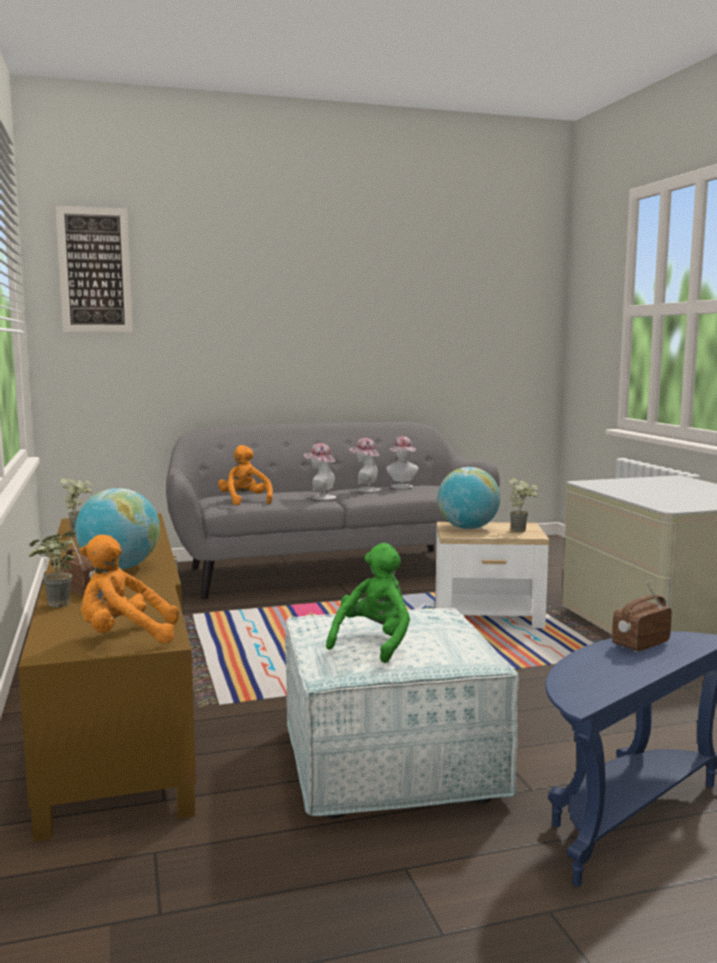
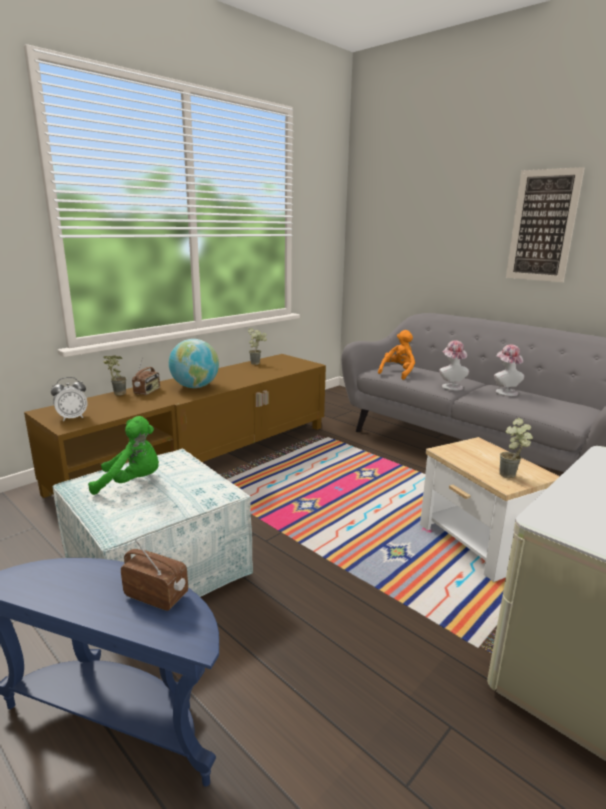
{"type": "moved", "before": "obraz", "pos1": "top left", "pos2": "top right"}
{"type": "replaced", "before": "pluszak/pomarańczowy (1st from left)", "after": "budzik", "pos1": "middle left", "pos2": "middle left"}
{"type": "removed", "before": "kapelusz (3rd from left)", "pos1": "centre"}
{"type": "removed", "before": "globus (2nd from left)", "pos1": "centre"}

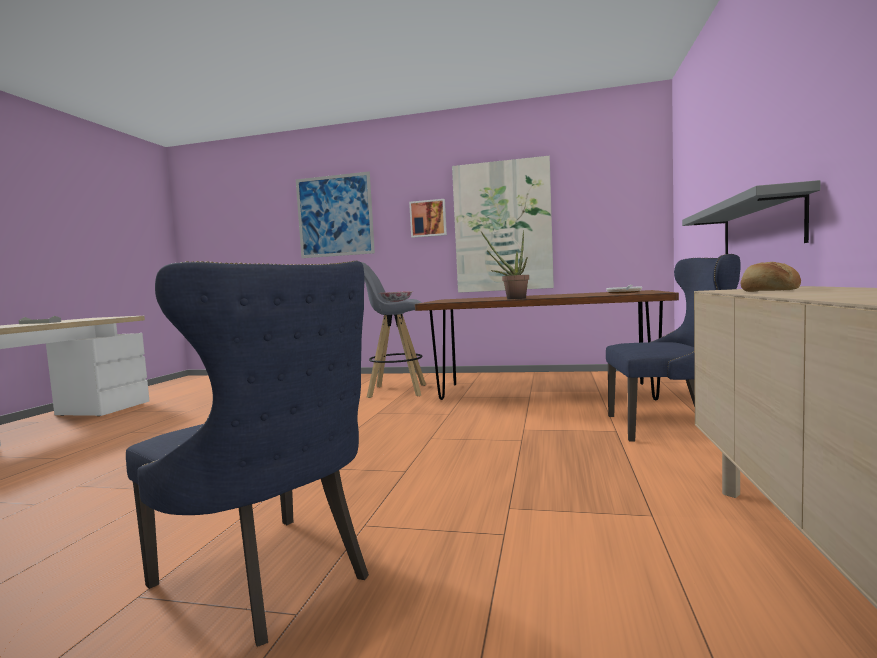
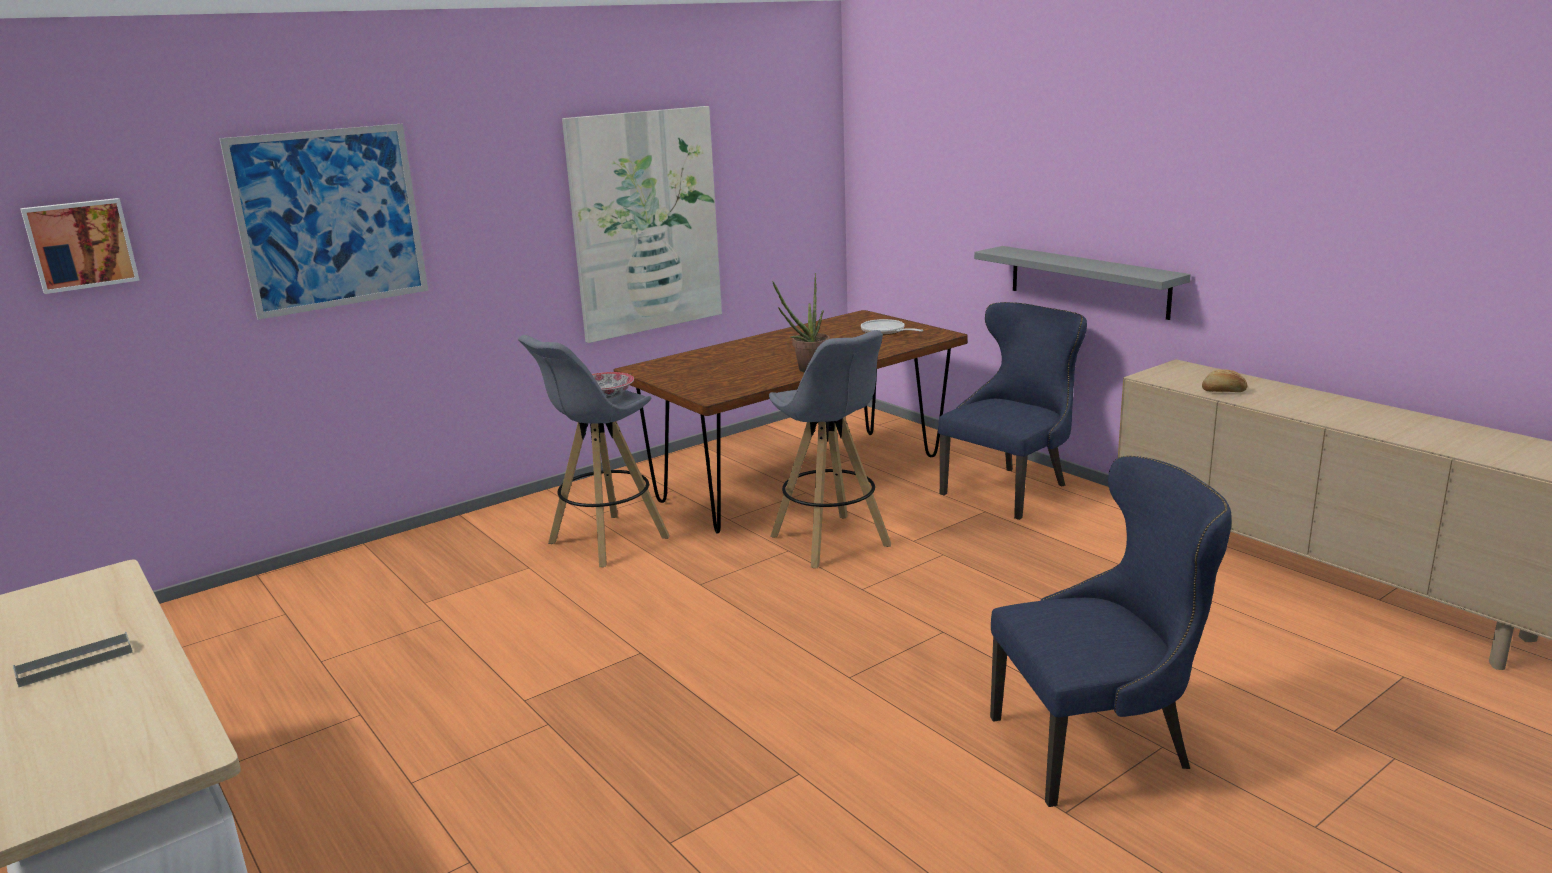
{"type": "moved", "before": "obraz (2nd from left in the first image)", "after": "obraz (1st from left)", "pos1": "top centre", "pos2": "top left"}
{"type": "added", "after": "stołek/szary (2nd from left)", "pos2": "centre"}

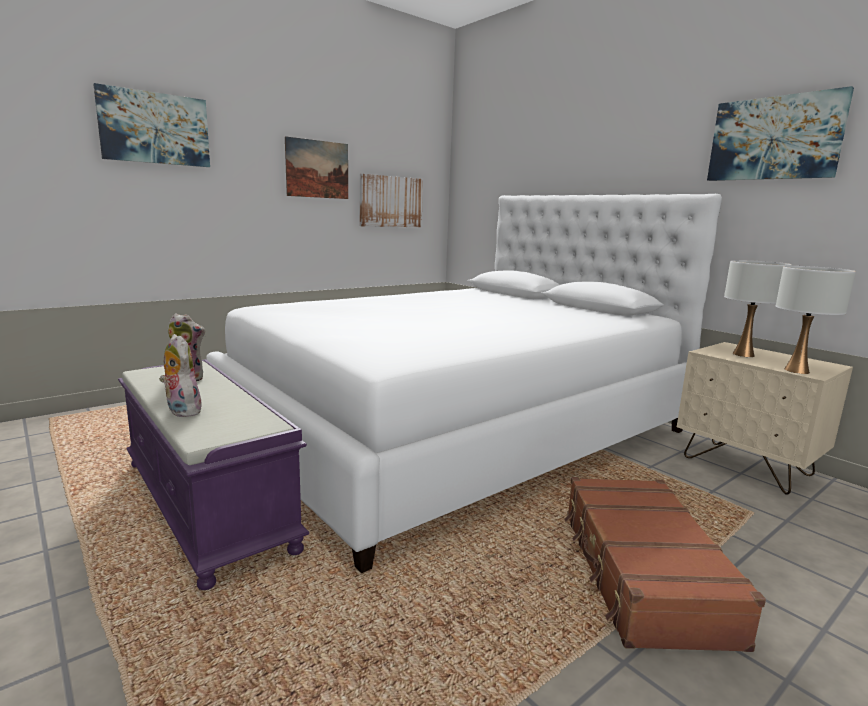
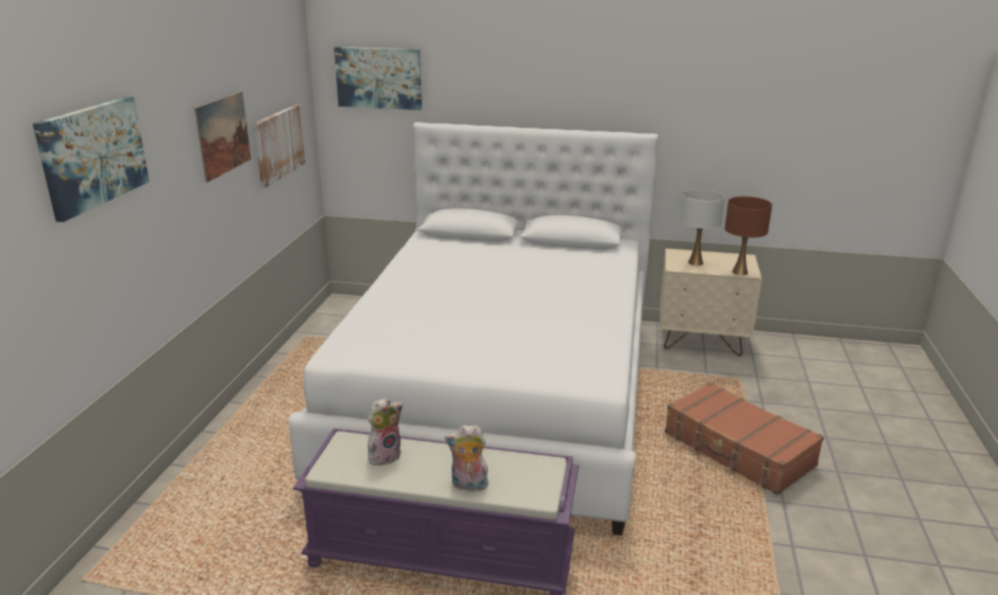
{"type": "moved", "before": "obraz (4th from left)", "pos1": "top right", "pos2": "top centre"}
{"type": "recoloured", "before": "lampa stołowa/biały (2nd from left)", "after": "lampa stołowa/brązowy", "pos1": "middle right", "pos2": "middle right"}

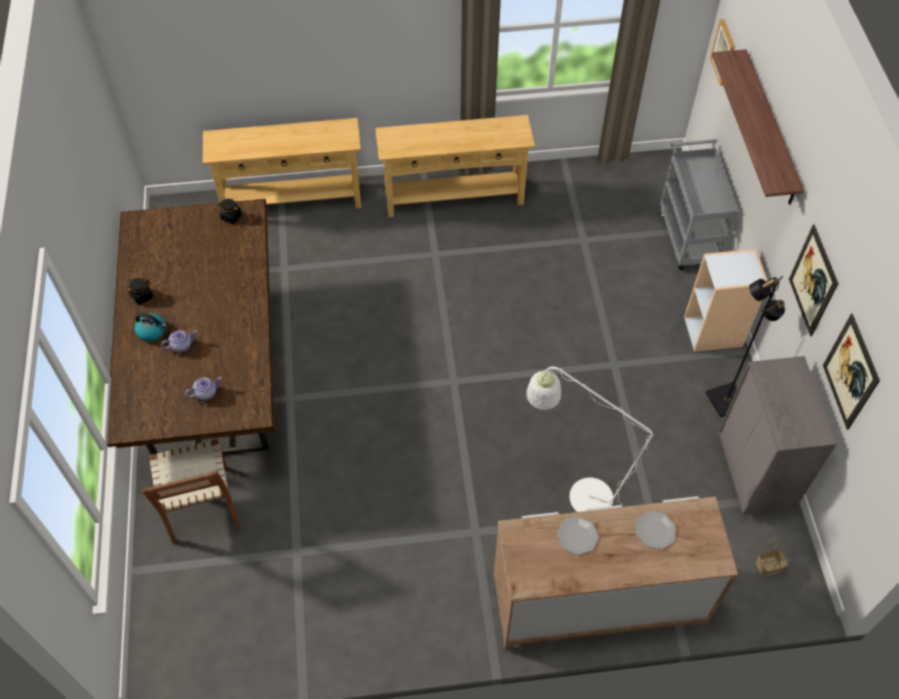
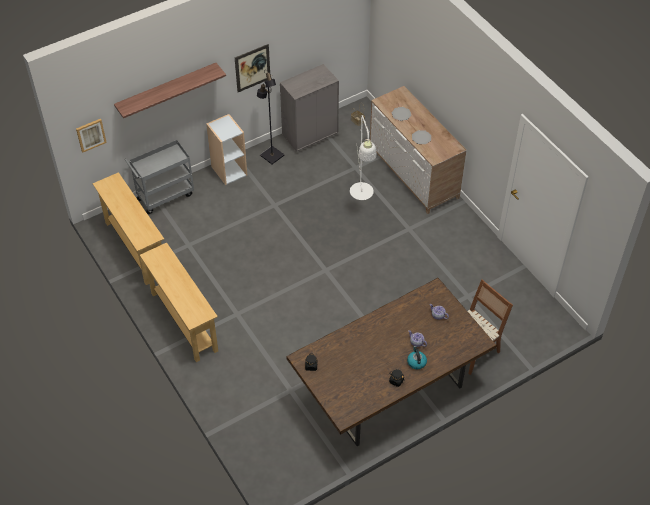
{"type": "moved", "before": "stolik konsolowy/beżowy (1st from left)", "pos1": "top left", "pos2": "middle left"}
{"type": "removed", "before": "obraz (3rd from left)", "pos1": "middle right"}

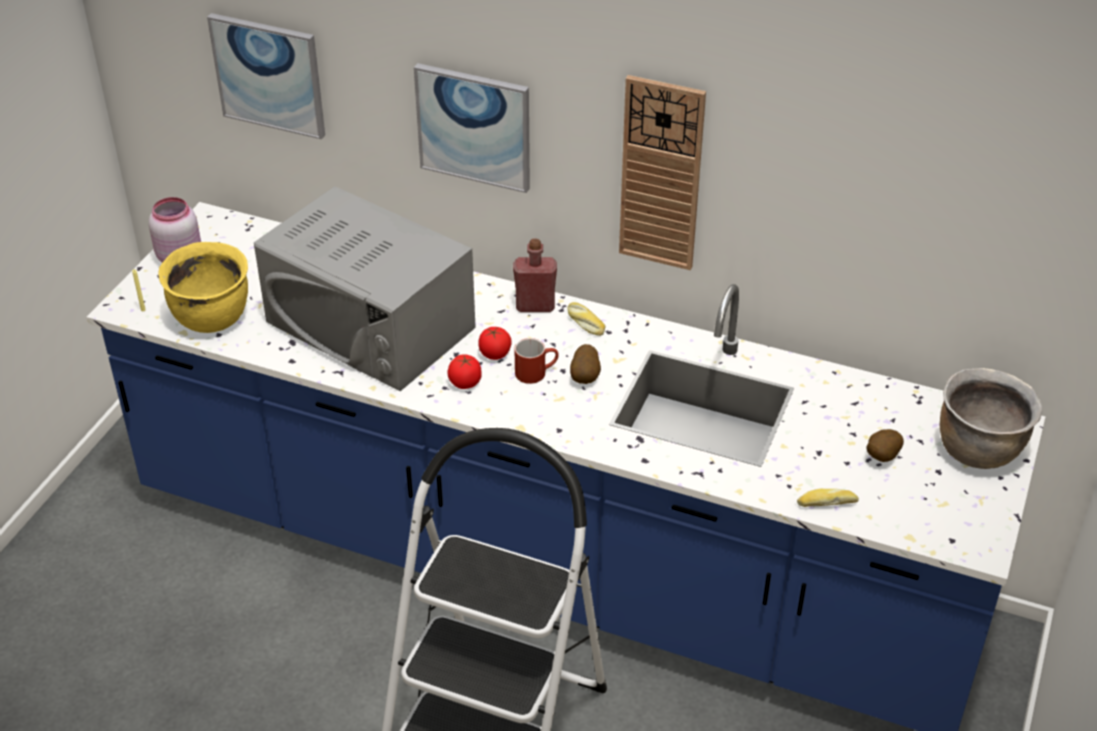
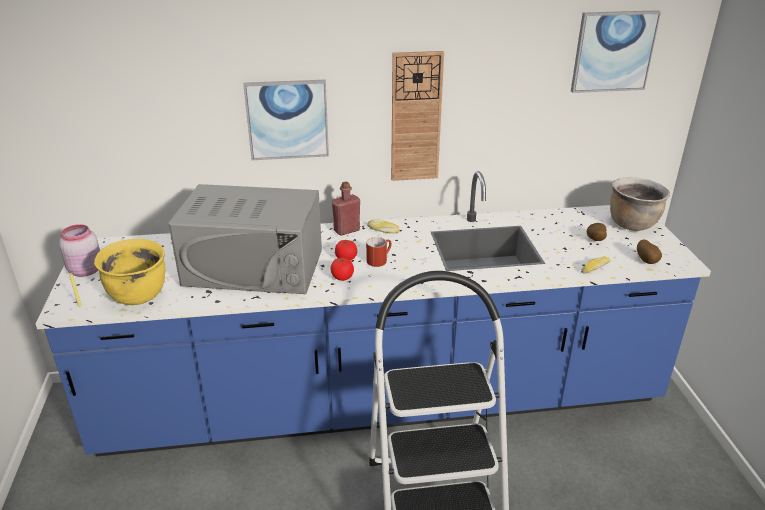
{"type": "moved", "before": "obraz (1st from left in the first image)", "after": "obraz (2nd from left)", "pos1": "top left", "pos2": "top right"}
{"type": "moved", "before": "ziemniak (1st from left in the first image)", "after": "ziemniak (2nd from left)", "pos1": "centre", "pos2": "middle right"}

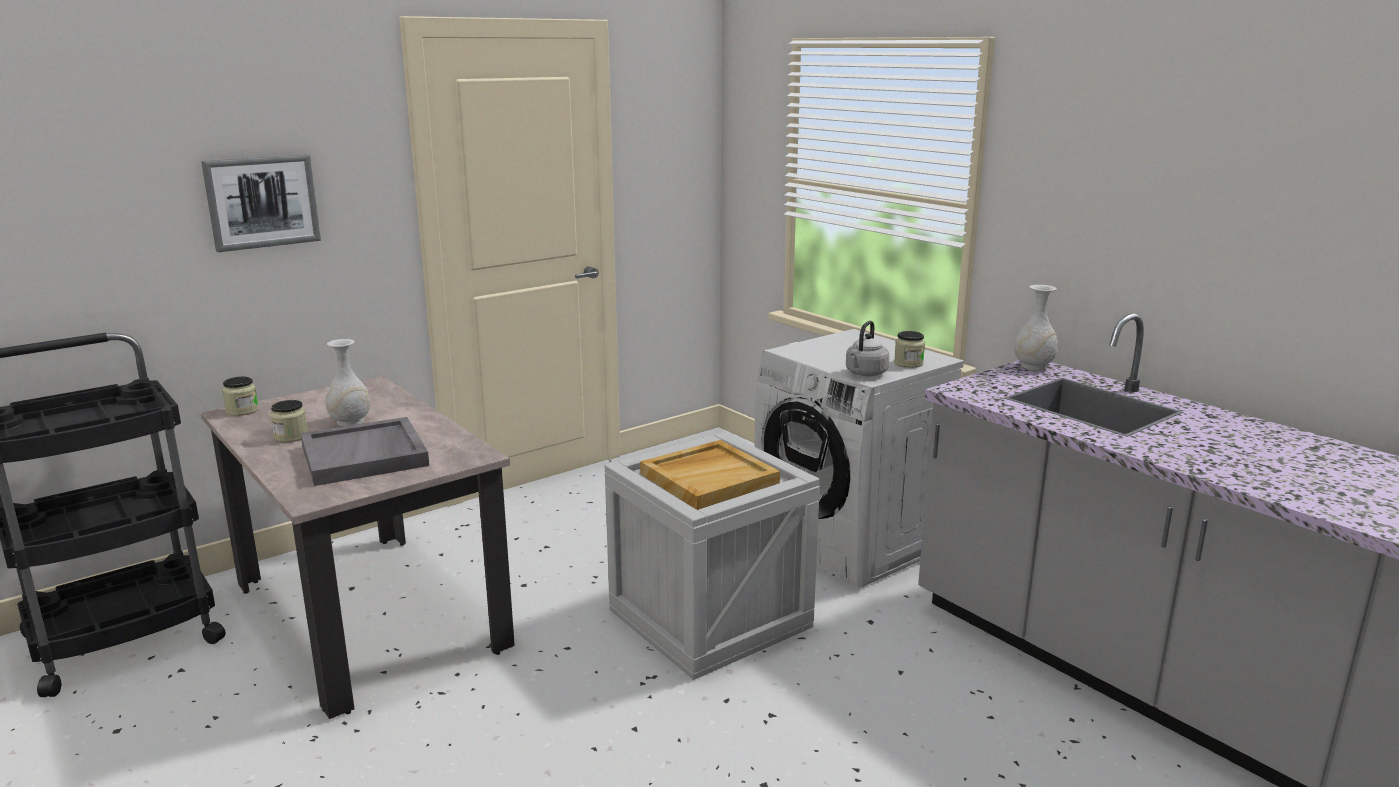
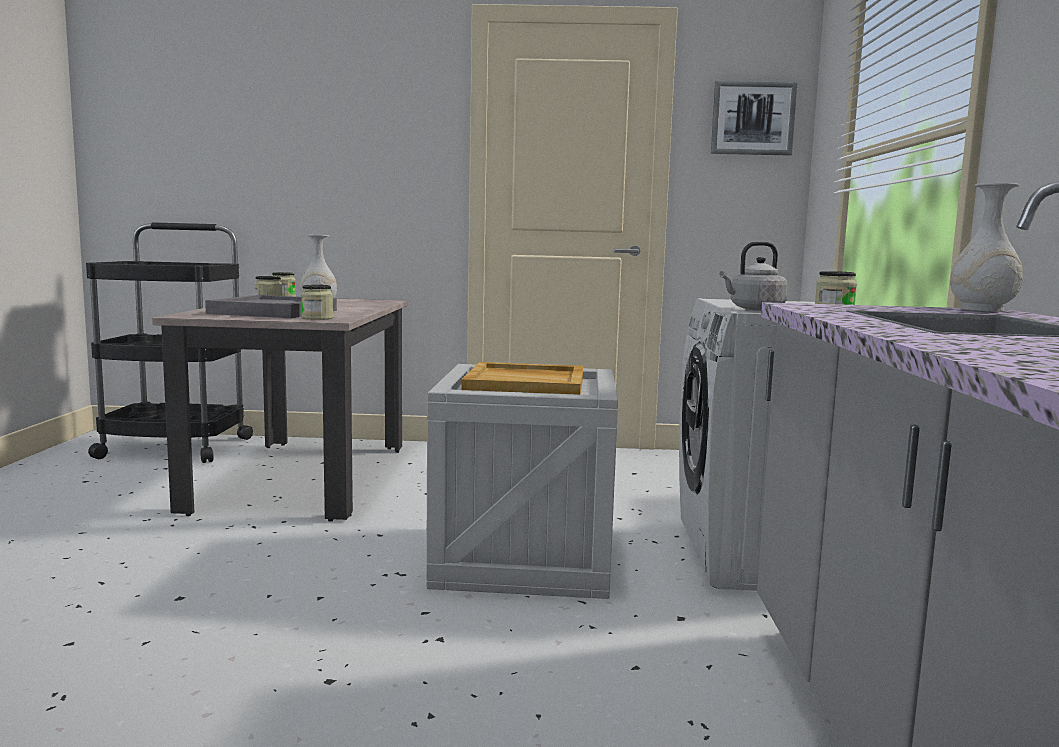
{"type": "moved", "before": "obraz", "pos1": "top left", "pos2": "top right"}
{"type": "added", "after": "słoik (3rd from left)", "pos2": "middle left"}

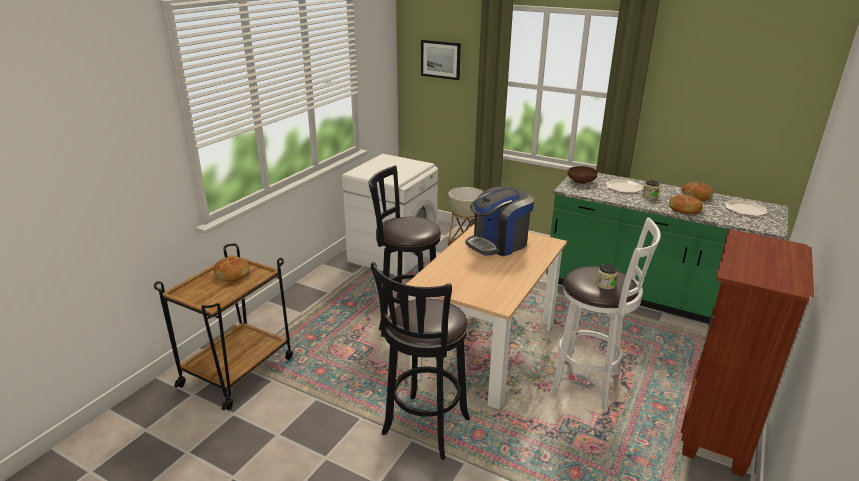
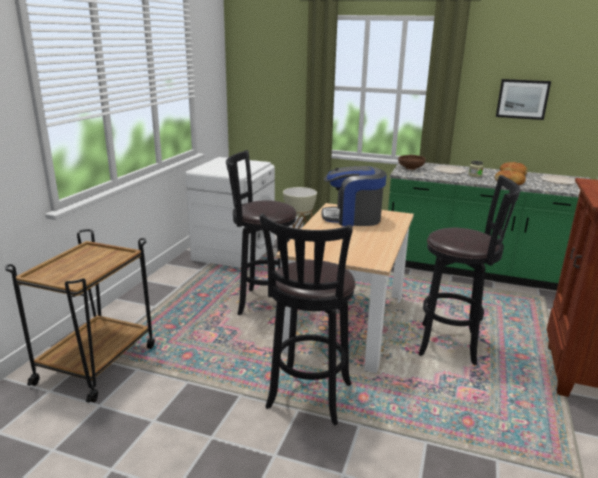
{"type": "removed", "before": "chleb (1st from left)", "pos1": "middle left"}
{"type": "moved", "before": "obraz", "pos1": "top centre", "pos2": "top right"}
{"type": "turned", "before": "ekspres do kawy", "pos1": "centre", "pos2": "centre", "turn": 45}
{"type": "recoloured", "before": "stołek/biały", "after": "stołek/czarny (3rd from left)", "pos1": "middle right", "pos2": "middle right"}
{"type": "removed", "before": "słoik (1st from left)", "pos1": "middle right"}

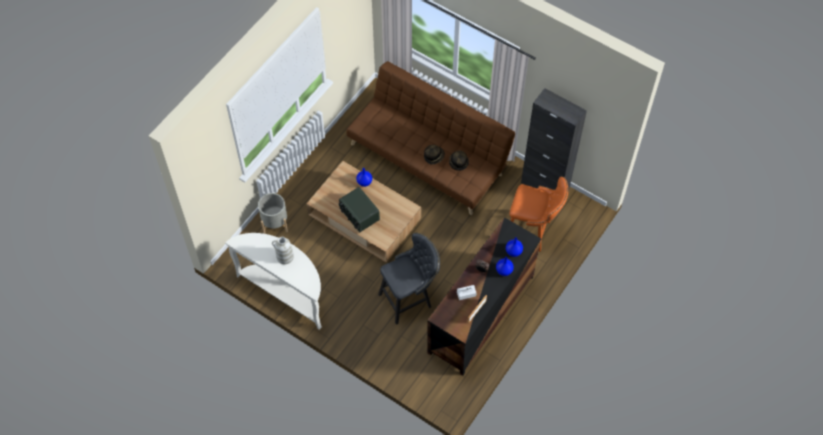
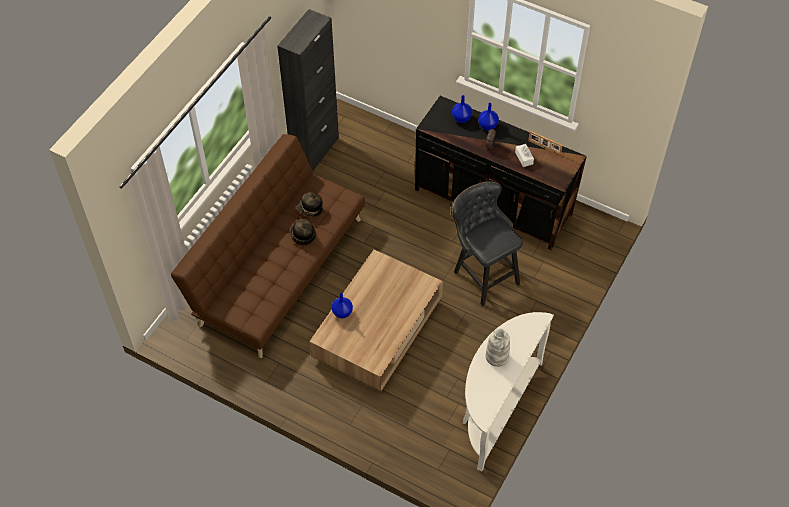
{"type": "removed", "before": "donica/szary", "pos1": "middle left"}
{"type": "removed", "before": "radio", "pos1": "centre"}
{"type": "removed", "before": "stołek/pomarańczowy", "pos1": "centre"}

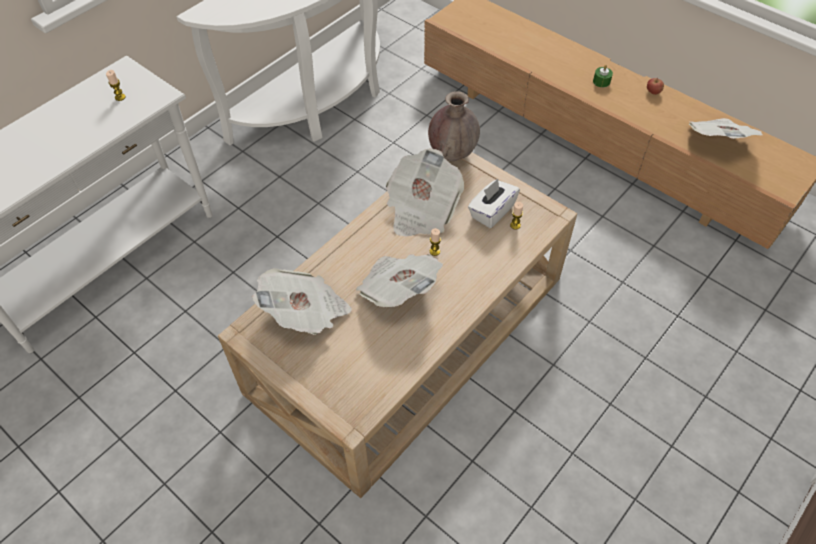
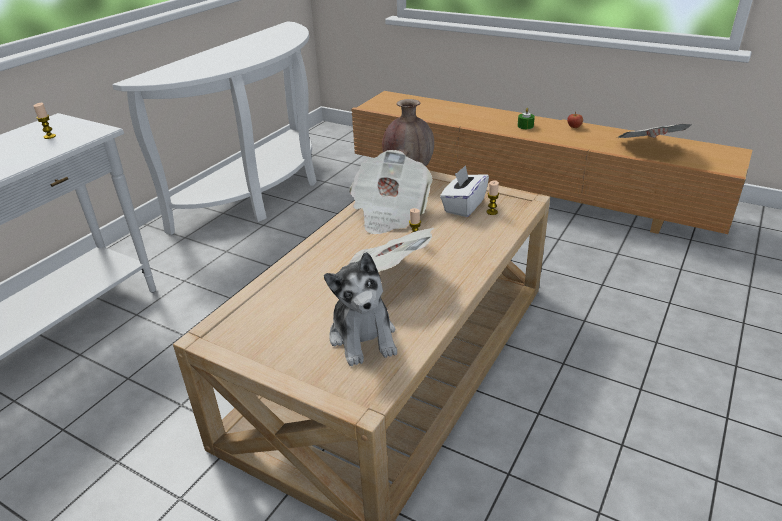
{"type": "removed", "before": "gazeta (1st from left)", "pos1": "centre"}
{"type": "added", "after": "pluszak", "pos2": "centre"}

